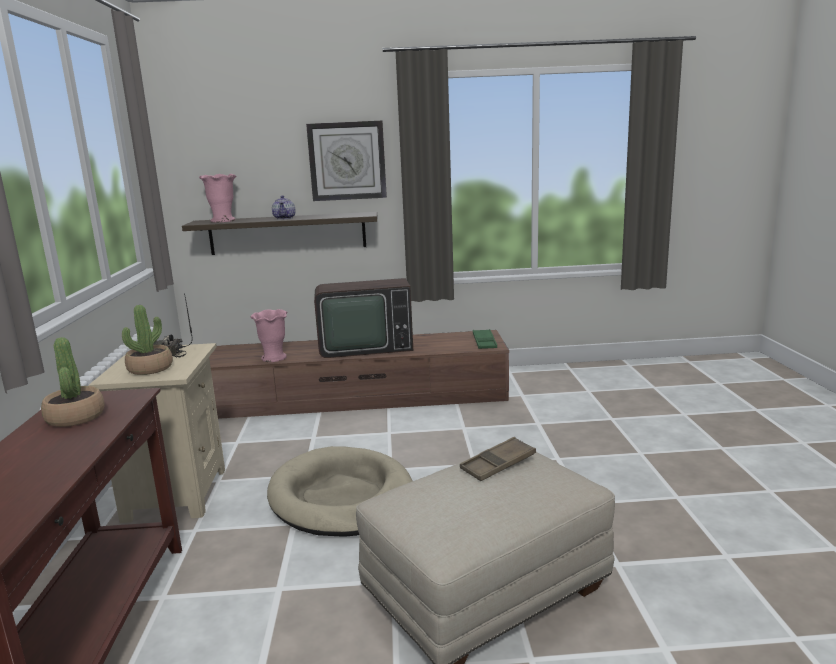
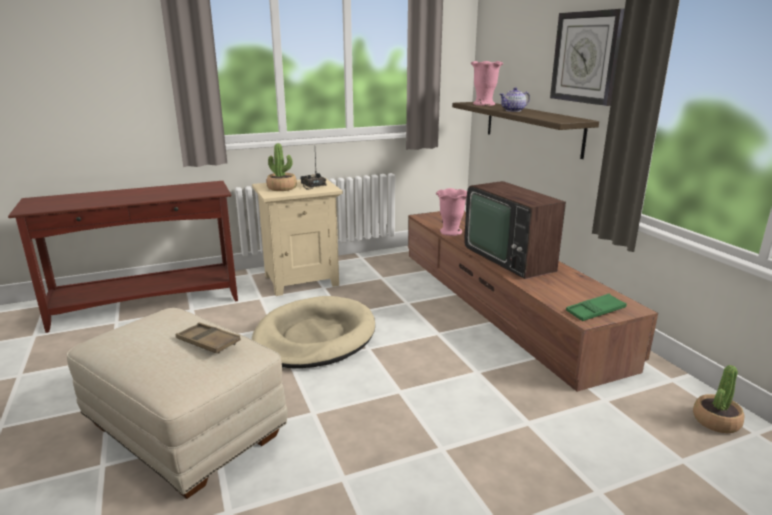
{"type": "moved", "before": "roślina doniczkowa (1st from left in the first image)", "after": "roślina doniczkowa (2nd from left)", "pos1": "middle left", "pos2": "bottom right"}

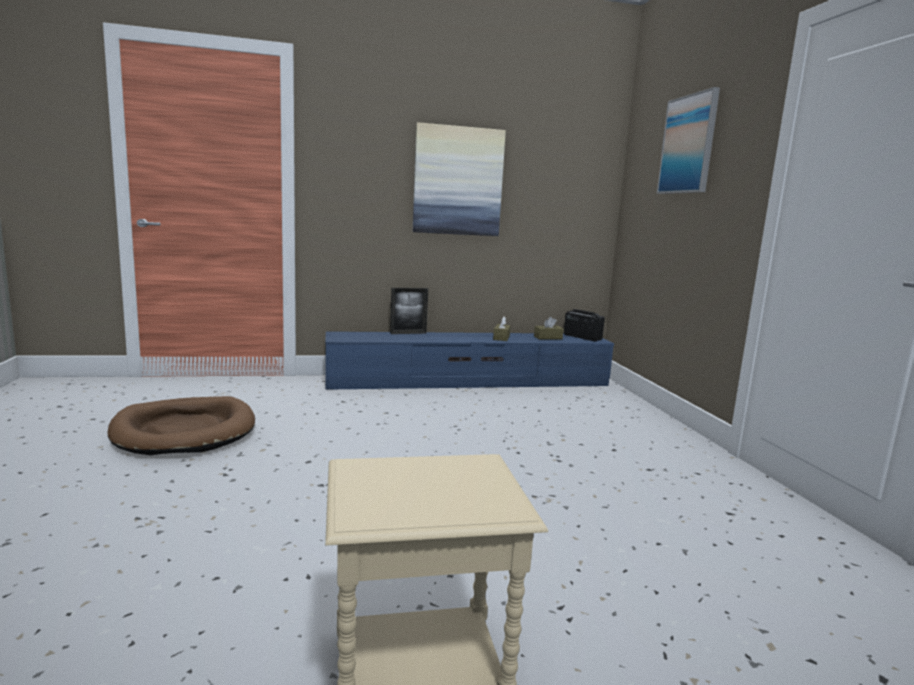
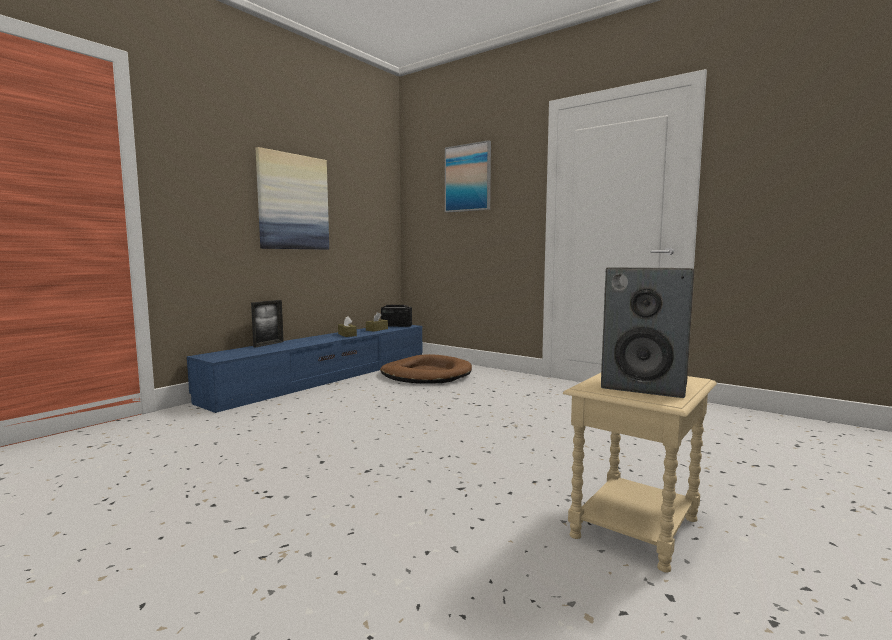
{"type": "moved", "before": "legowisko/brązowy", "pos1": "middle left", "pos2": "centre"}
{"type": "added", "after": "głośnik", "pos2": "middle right"}

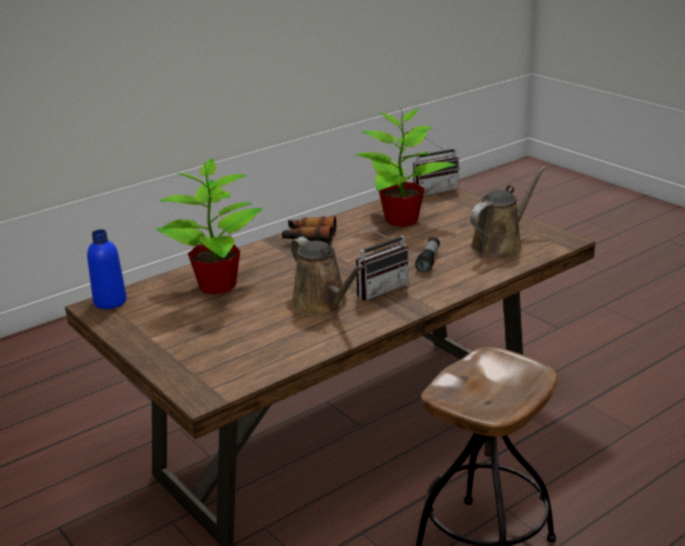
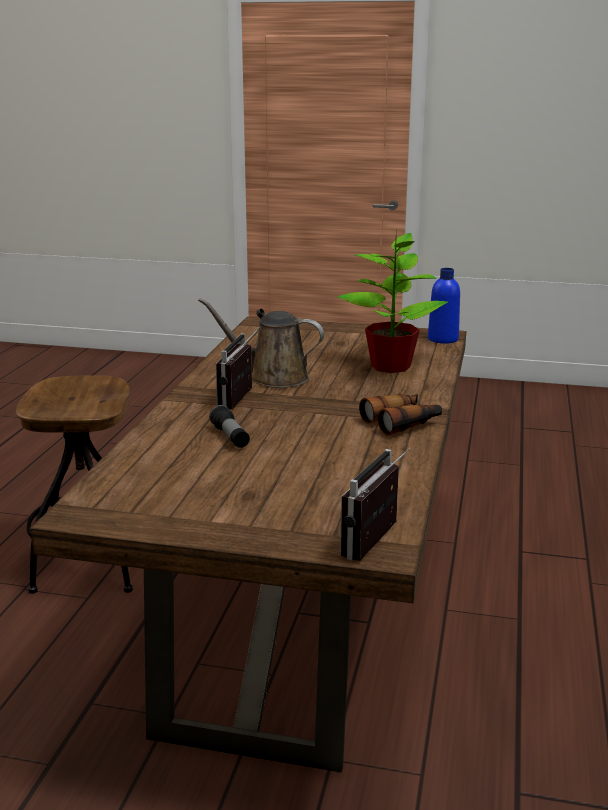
{"type": "removed", "before": "roślina doniczkowa (2nd from left)", "pos1": "top centre"}
{"type": "removed", "before": "konewka/brązowy (2nd from left)", "pos1": "middle right"}

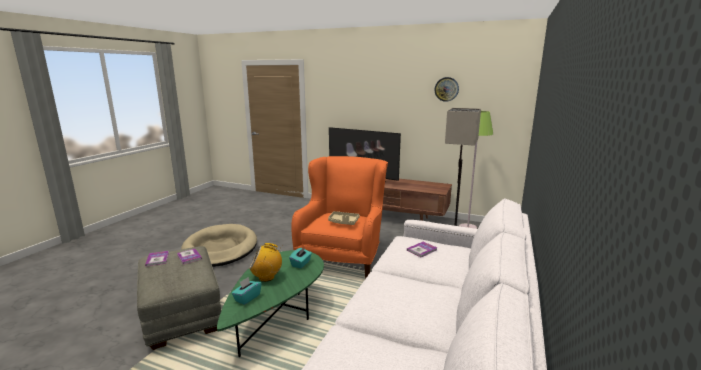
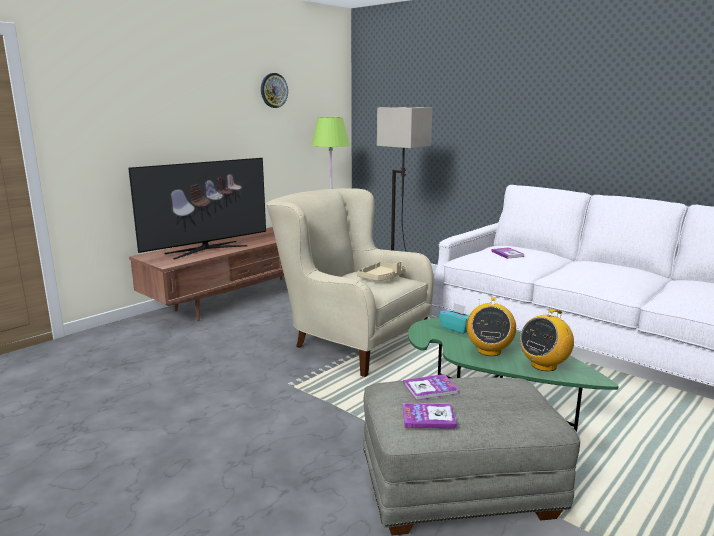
{"type": "removed", "before": "legowisko/beżowy", "pos1": "middle left"}
{"type": "replaced", "before": "pudełko chusteczek/turkusowy (1st from left)", "after": "radio (2nd from left)", "pos1": "bottom centre", "pos2": "middle right"}
{"type": "recoloured", "before": "fotel/pomarańczowy", "after": "fotel/beżowy", "pos1": "centre", "pos2": "centre"}

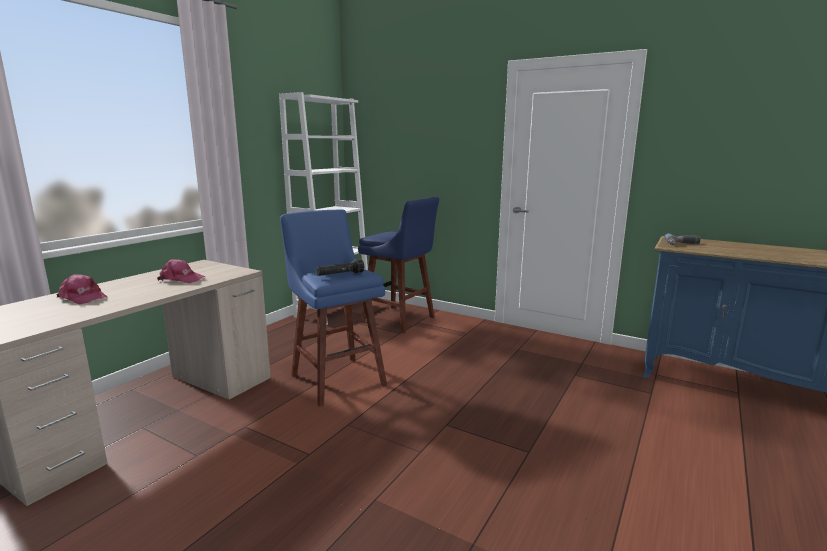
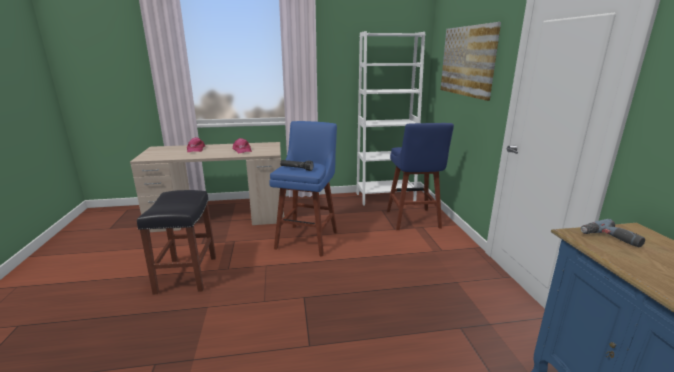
{"type": "added", "after": "stołek/czarny", "pos2": "middle left"}
{"type": "added", "after": "obraz", "pos2": "top right"}

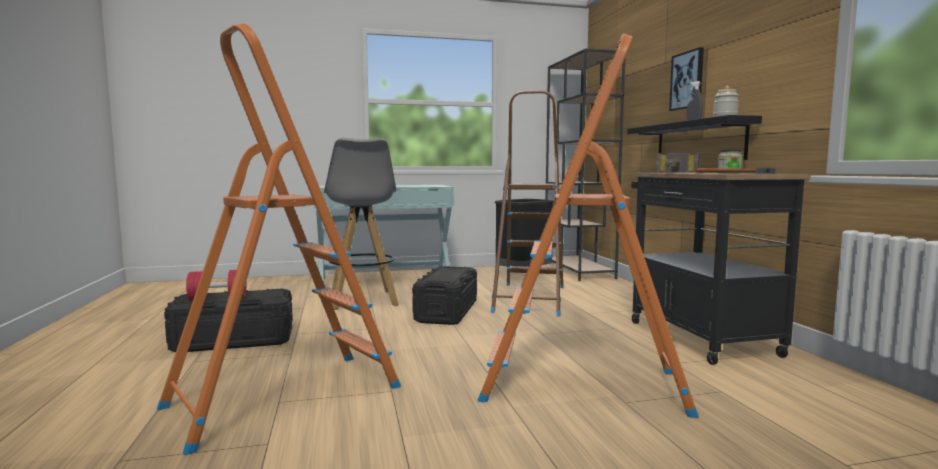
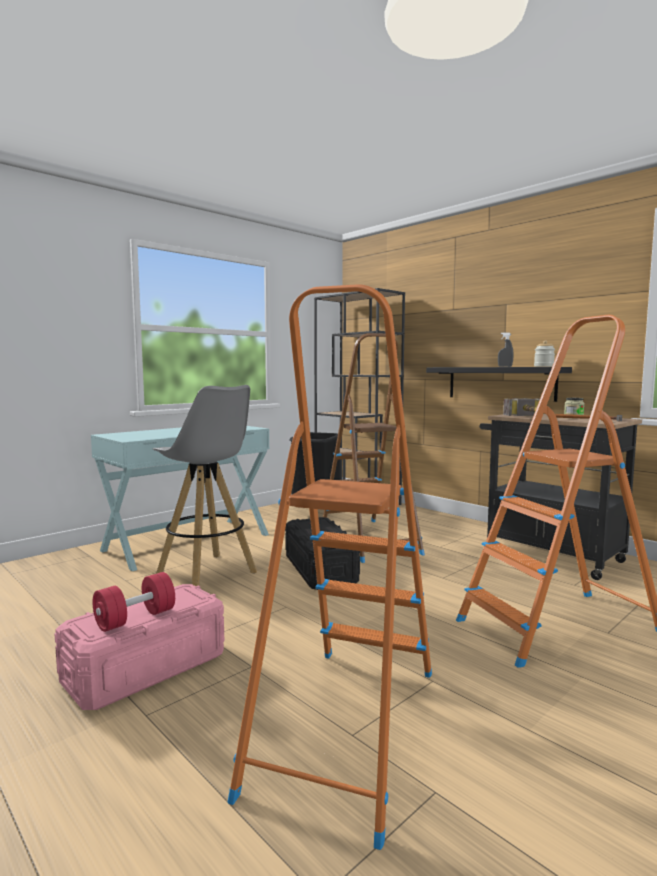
{"type": "recoloured", "before": "pojemnik do przechowywania/czarny (1st from left)", "after": "pojemnik do przechowywania/różowy", "pos1": "bottom left", "pos2": "bottom left"}
{"type": "removed", "before": "obraz", "pos1": "top right"}

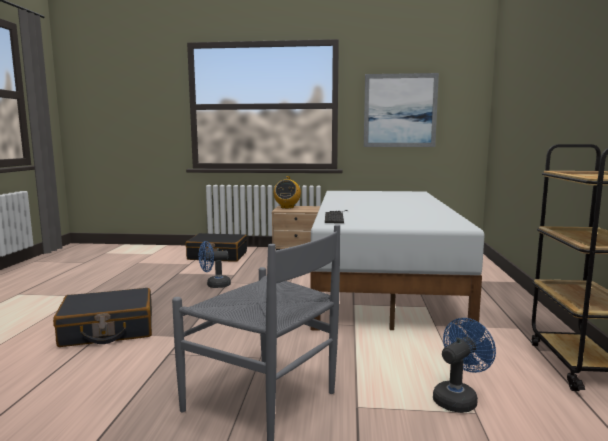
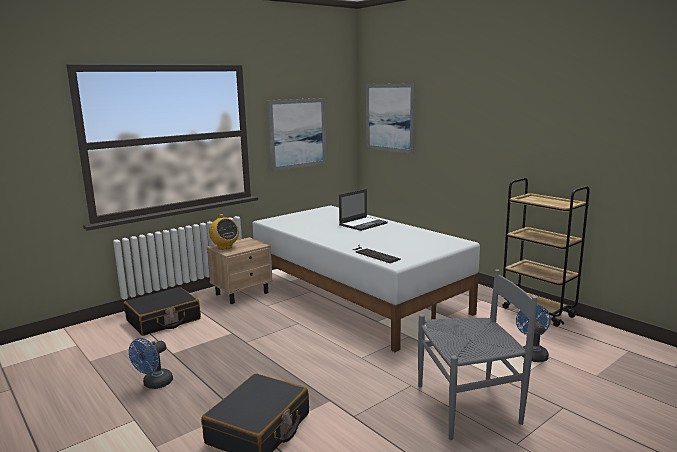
{"type": "moved", "before": "wentylator/niebieski (1st from left)", "pos1": "centre", "pos2": "bottom left"}
{"type": "added", "after": "laptop", "pos2": "centre"}
{"type": "added", "after": "obraz (2nd from left)", "pos2": "top centre"}

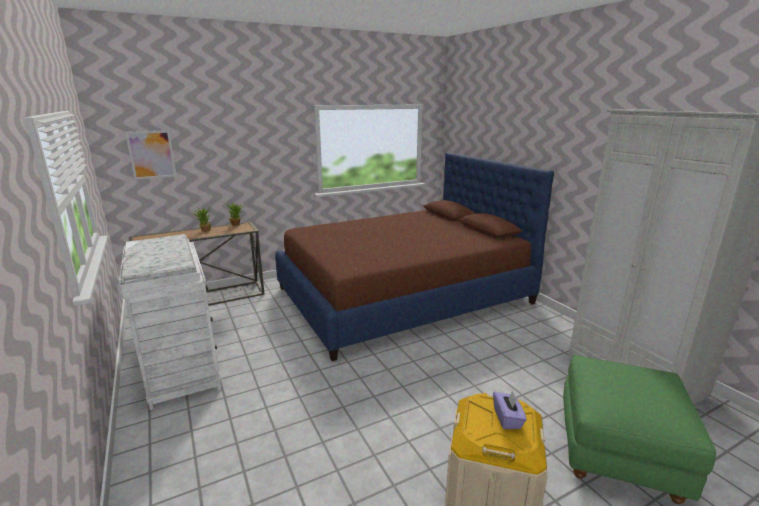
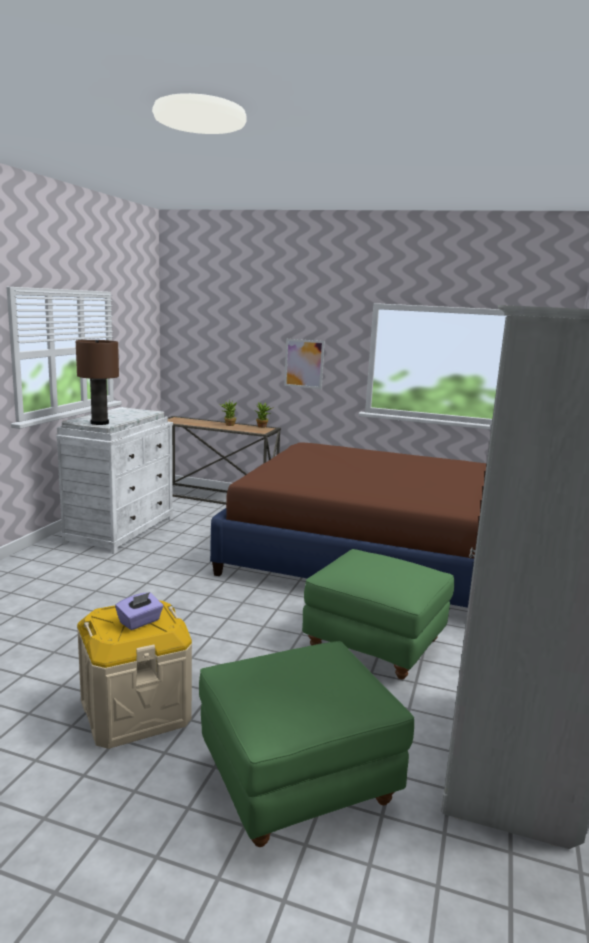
{"type": "moved", "before": "obraz", "pos1": "top left", "pos2": "centre"}
{"type": "added", "after": "lampa stołowa/brązowy", "pos2": "middle left"}
{"type": "added", "after": "pufa/zielony (2nd from left)", "pos2": "centre"}

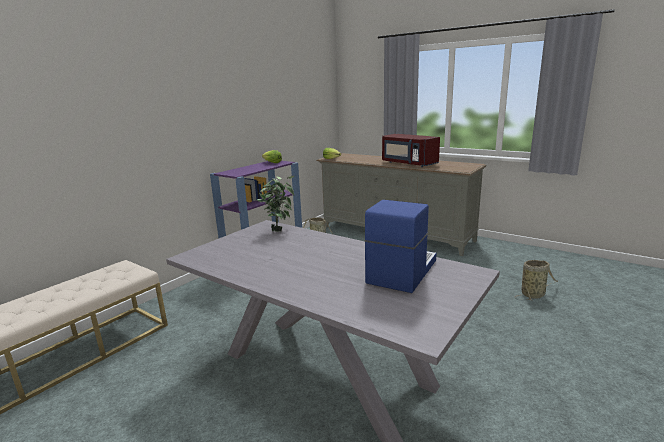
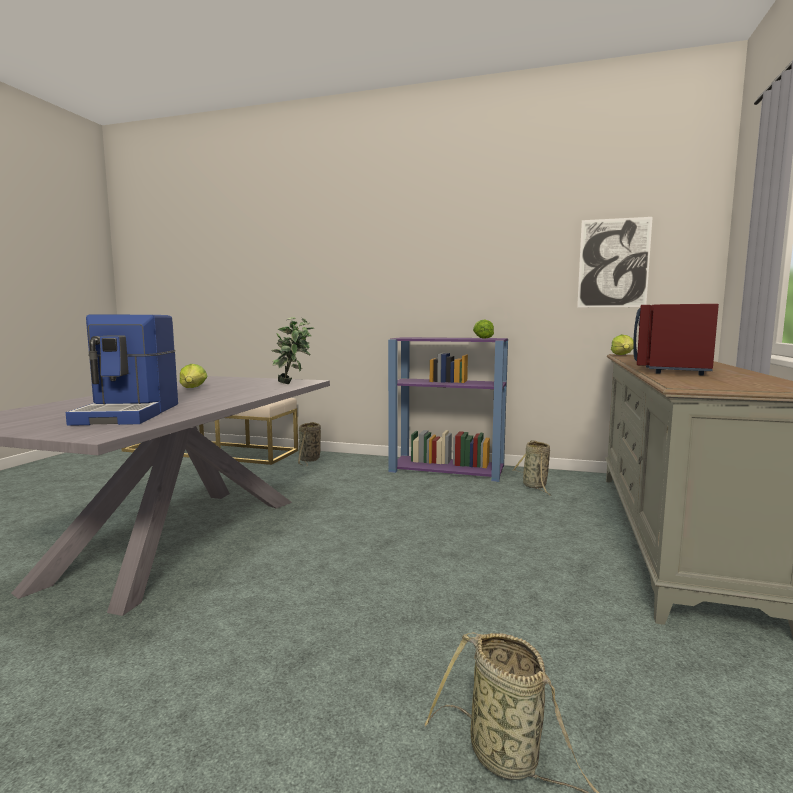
{"type": "turned", "before": "ekspres do kawy", "pos1": "centre", "pos2": "middle left", "turn": 75}
{"type": "added", "after": "sałata (1st from left)", "pos2": "middle left"}
{"type": "added", "after": "koszyk (1st from left)", "pos2": "centre"}
{"type": "added", "after": "obraz", "pos2": "top right"}

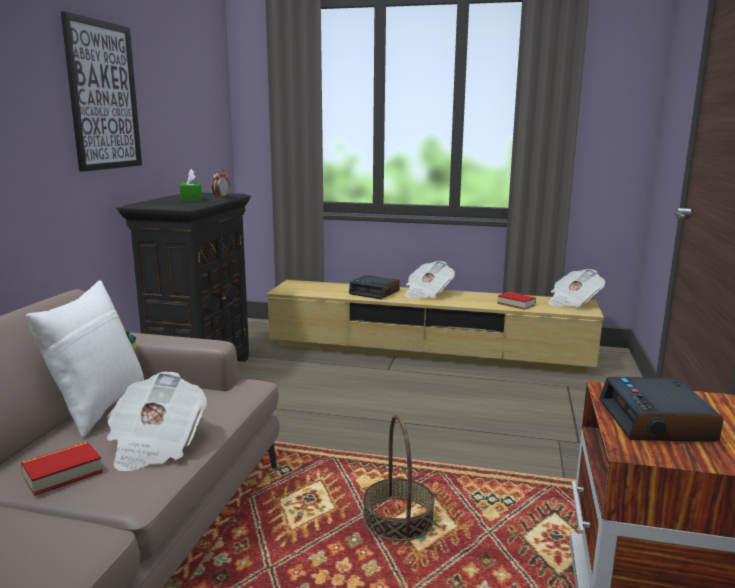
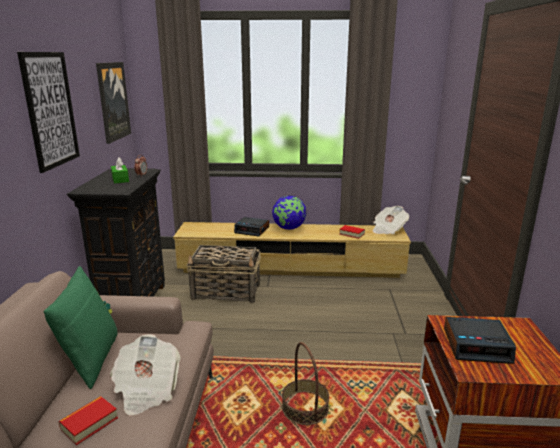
{"type": "recoloured", "before": "poduszka/biały", "after": "poduszka/zielony", "pos1": "middle left", "pos2": "bottom left"}
{"type": "replaced", "before": "gazeta (2nd from left)", "after": "globus", "pos1": "centre", "pos2": "centre"}
{"type": "turned", "before": "budzik (3rd from left)", "pos1": "bottom right", "pos2": "bottom right", "turn": -75}
{"type": "added", "after": "obraz (2nd from left)", "pos2": "top left"}
{"type": "added", "after": "koszyk (1st from left)", "pos2": "centre"}

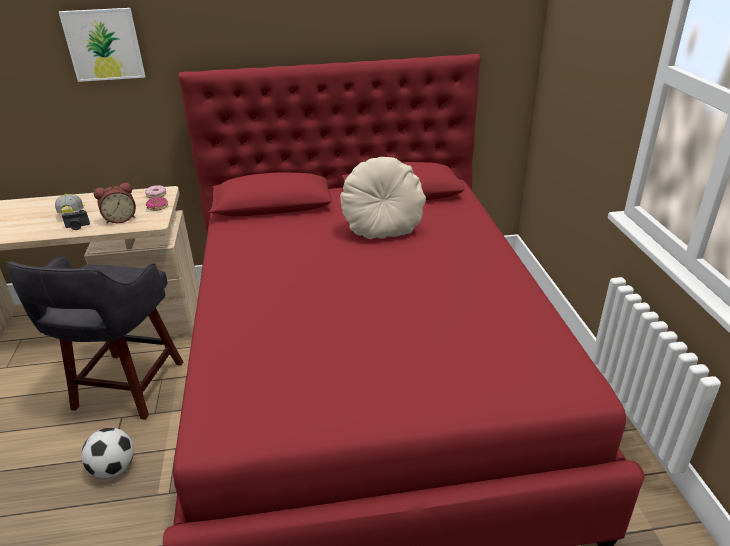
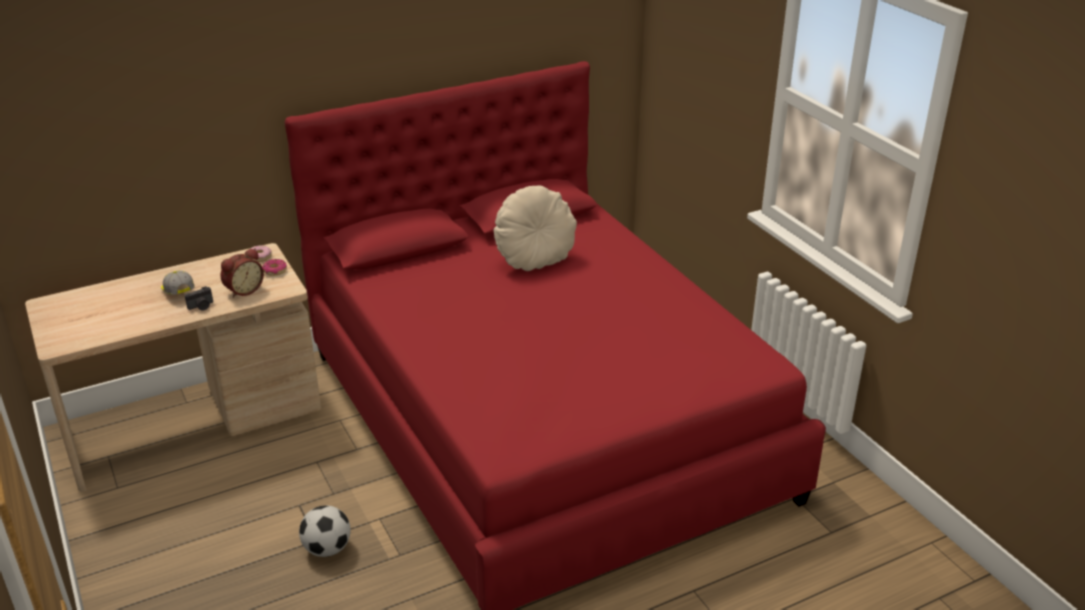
{"type": "removed", "before": "stołek/szary", "pos1": "middle left"}
{"type": "removed", "before": "obraz", "pos1": "top left"}

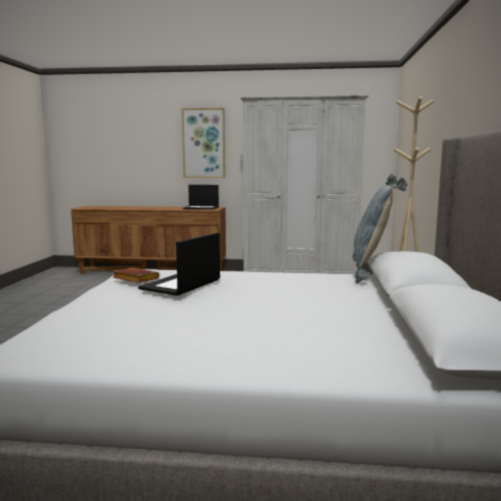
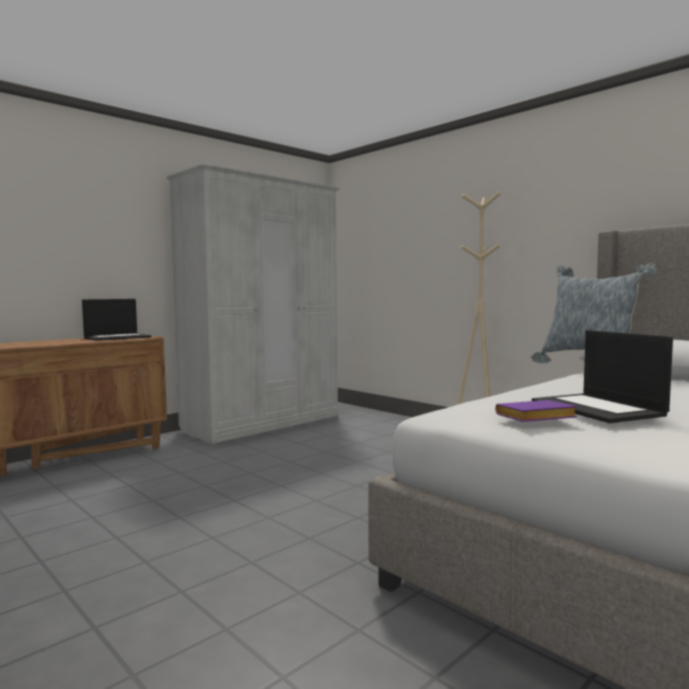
{"type": "recoloured", "before": "książka/brązowy", "after": "książka/fioletowy", "pos1": "middle left", "pos2": "middle right"}
{"type": "removed", "before": "obraz", "pos1": "top centre"}

